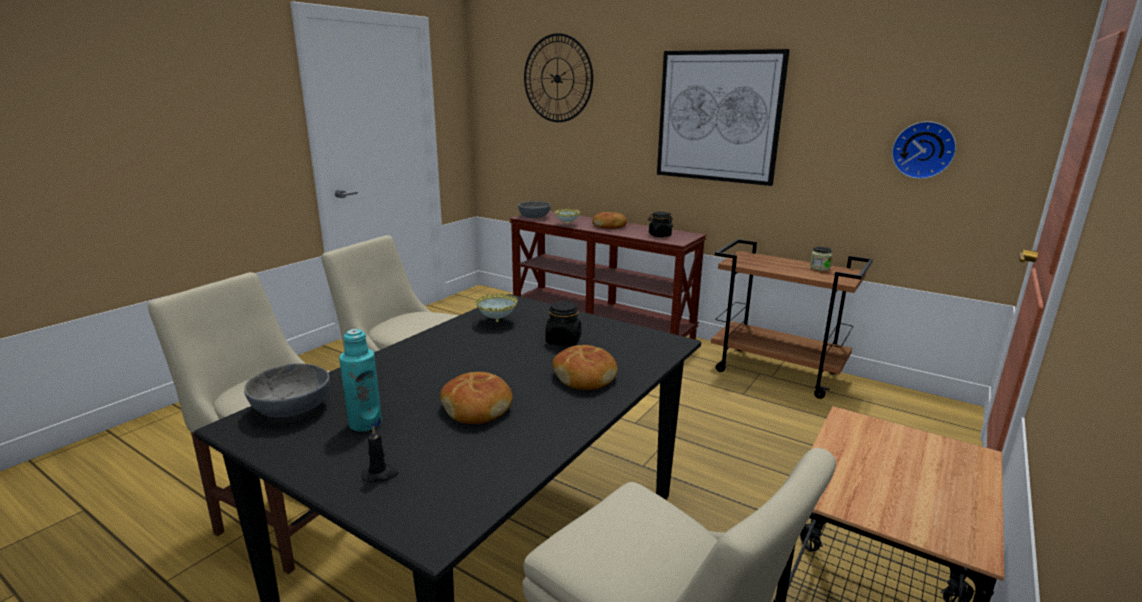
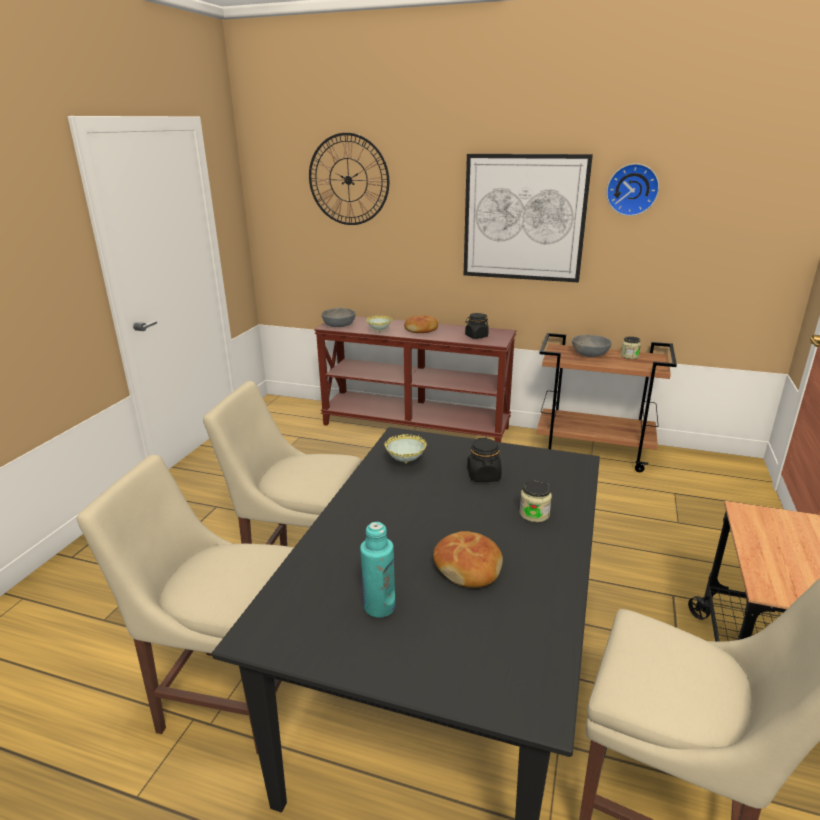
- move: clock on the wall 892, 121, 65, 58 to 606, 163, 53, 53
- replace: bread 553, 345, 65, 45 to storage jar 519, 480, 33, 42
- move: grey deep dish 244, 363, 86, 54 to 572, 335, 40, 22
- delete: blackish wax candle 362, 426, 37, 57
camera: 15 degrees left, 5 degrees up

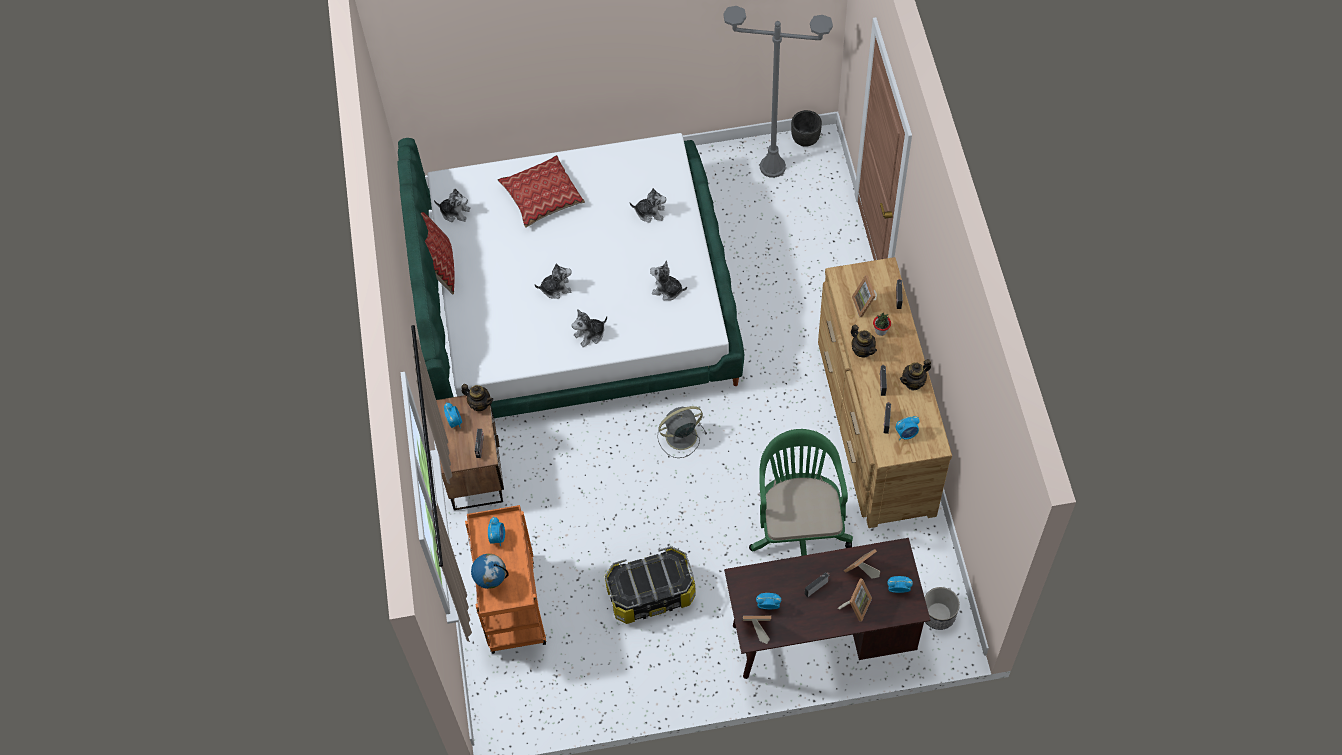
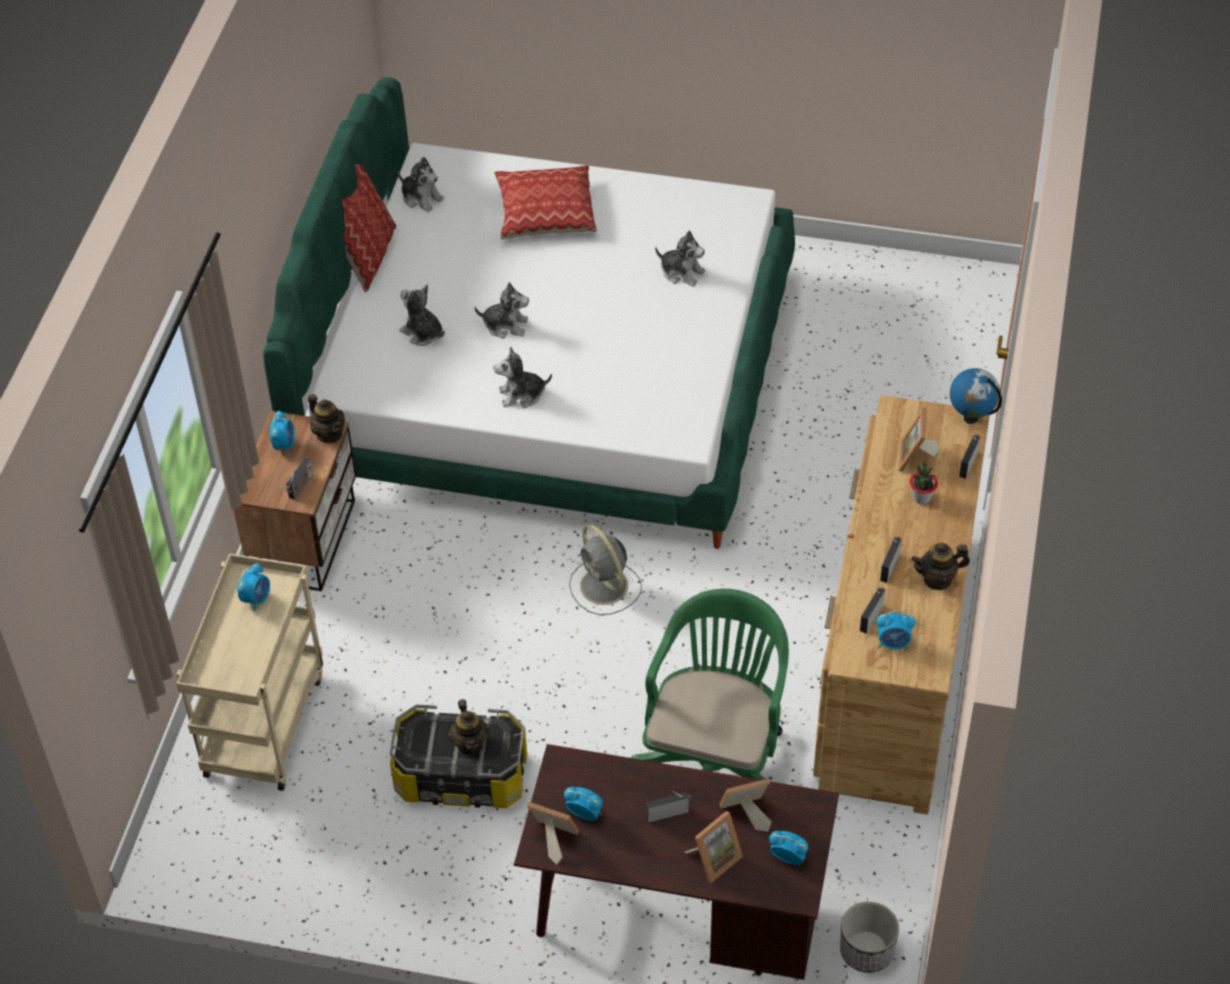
- delete: grey standing lamp 723, 6, 110, 172
- delete: blackish plant pot 791, 110, 31, 37
- move: plush toy 650, 260, 37, 41 to 400, 284, 45, 62
- move: tea pot 851, 324, 26, 33 to 449, 699, 40, 56
- rotate: grey cooling fan 657, 406, 50, 52 = 569, 525, 73, 90 120 degrees counterclockwise
- recolor: orange trolley 465, 505, 81, 149 to sand-coloured trolley 176, 553, 147, 238
- move: globe 471, 554, 38, 35 to 950, 368, 52, 56
camera: 20 degrees right, 10 degrees down

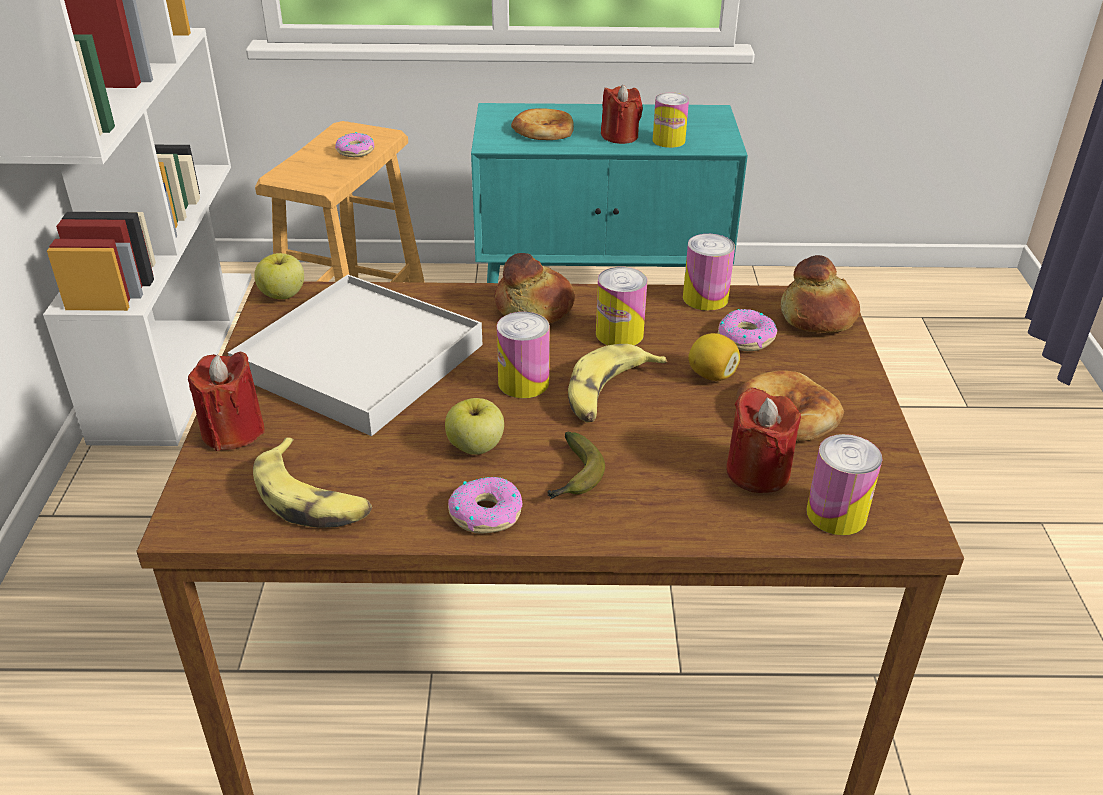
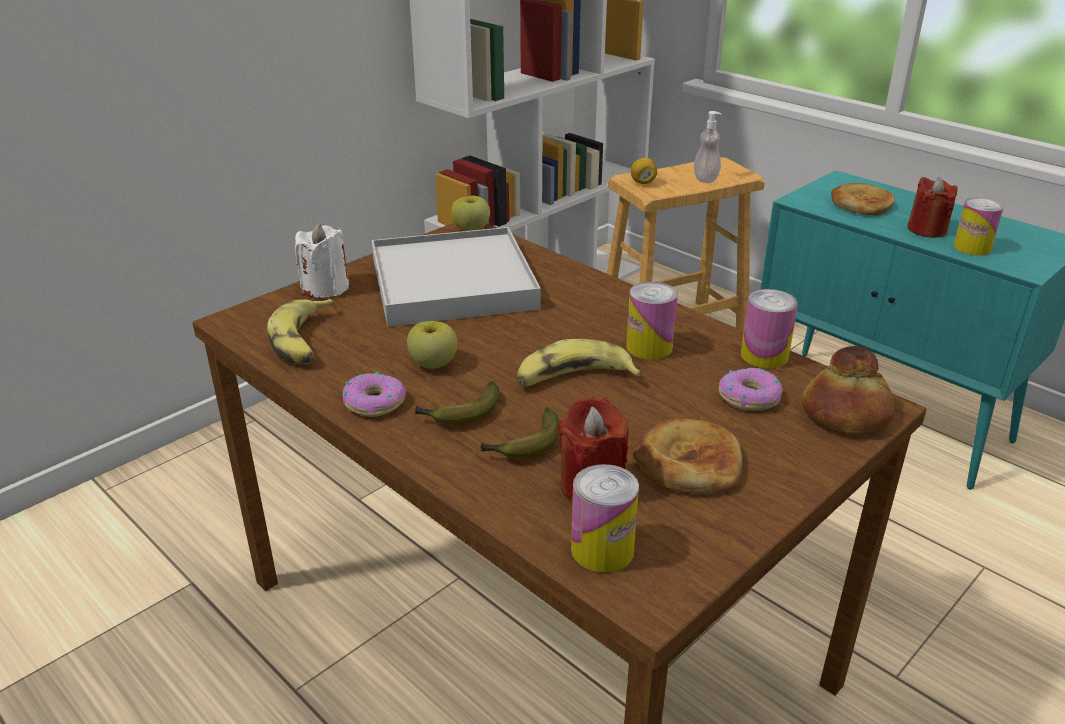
- replace: donut 335, 132, 39, 25 to soap bottle 694, 111, 27, 72
- delete: bread 494, 253, 81, 70
- delete: metal can 497, 312, 53, 86
- move: lemon 688, 333, 52, 48 to 631, 158, 26, 26
- recolor: red-coloured wax candle 188, 352, 77, 99 to whitish wax candle 295, 223, 54, 75
- insert: banana 480, 407, 79, 52
camera: 45 degrees right, 5 degrees down

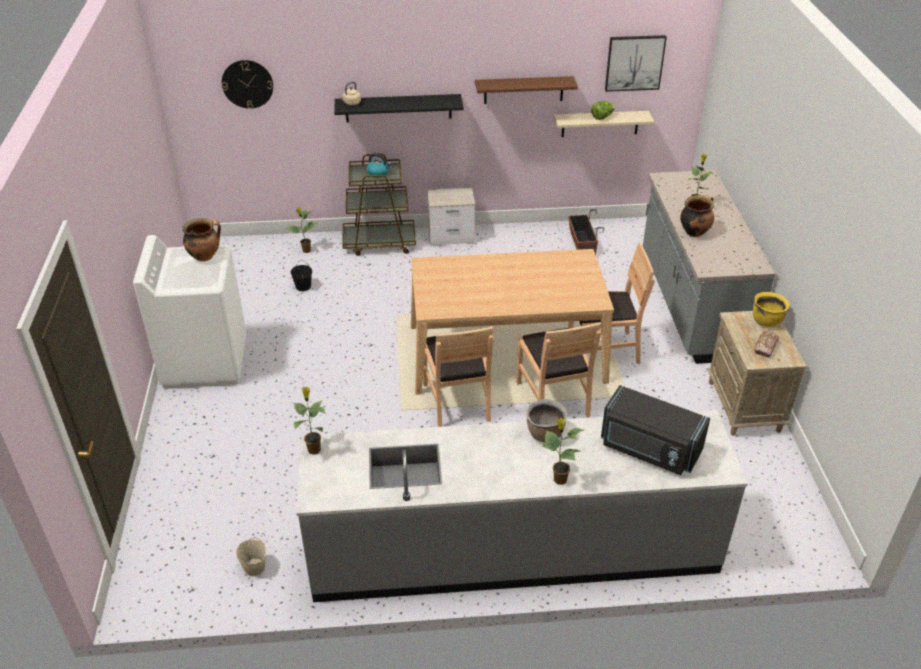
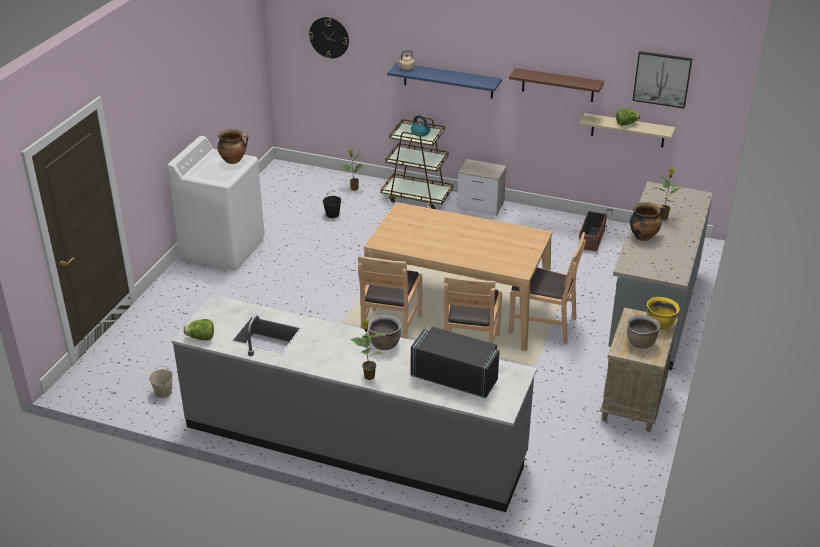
- recolor: blackish shelf 334, 94, 130, 29 to bluish shelf 387, 63, 115, 36
- replace: bread 755, 331, 24, 26 to brownish stockpot 626, 315, 34, 34
- rotate: blackish microwave 601, 385, 109, 90 = 411, 327, 88, 72 150 degrees clockwise
- delete: plant in a pot 294, 387, 32, 68
- insert: lettuce 183, 319, 31, 21
camera: 25 degrees right, 5 degrees down

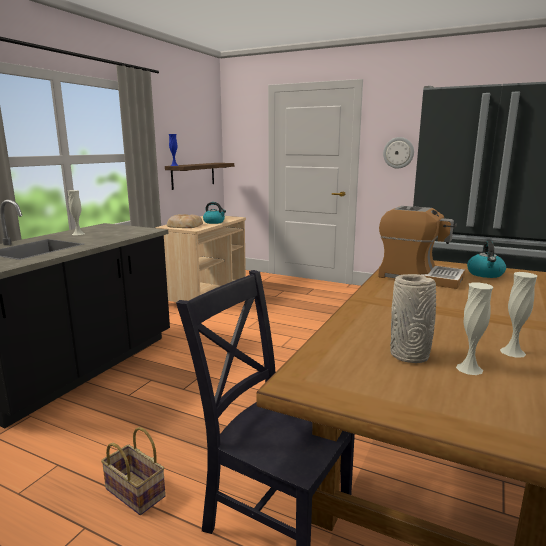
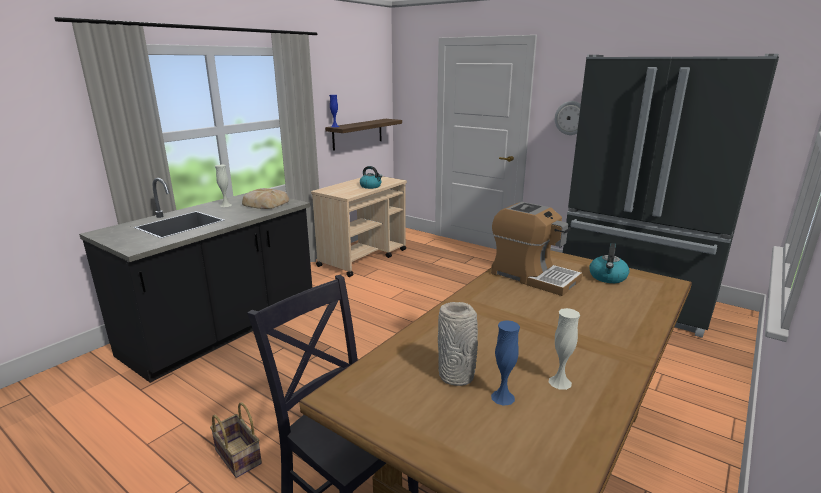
- move: bread 167, 214, 36, 14 to 242, 188, 47, 21
- recolor: whitish flower vase 456, 283, 37, 92 to bluish flower vase 491, 320, 29, 86
camera: 10 degrees right, 5 degrees up

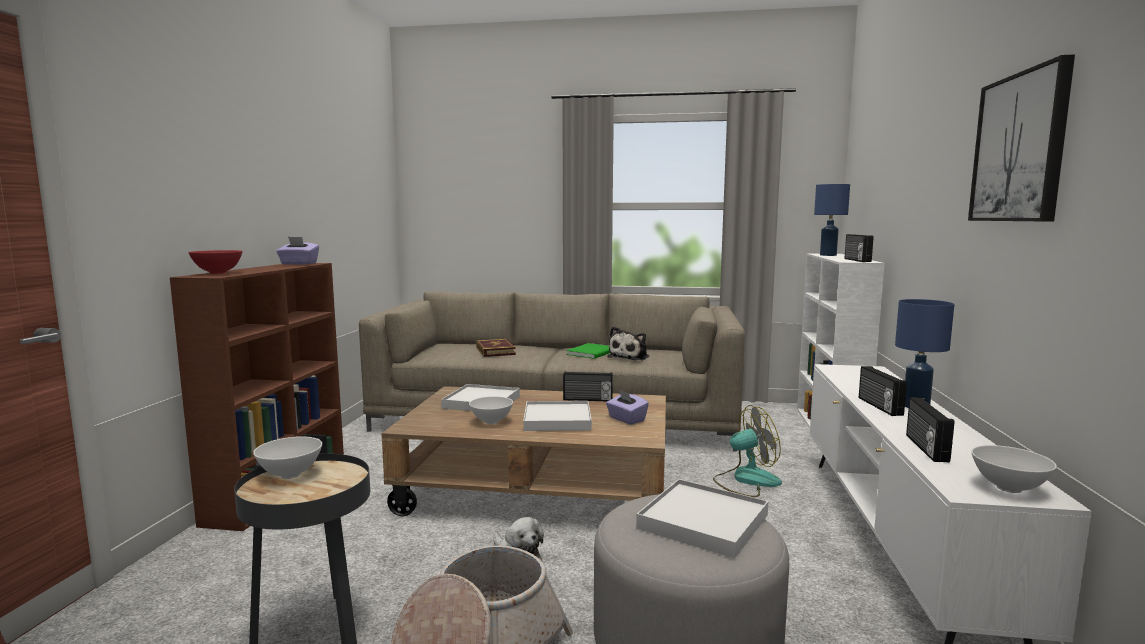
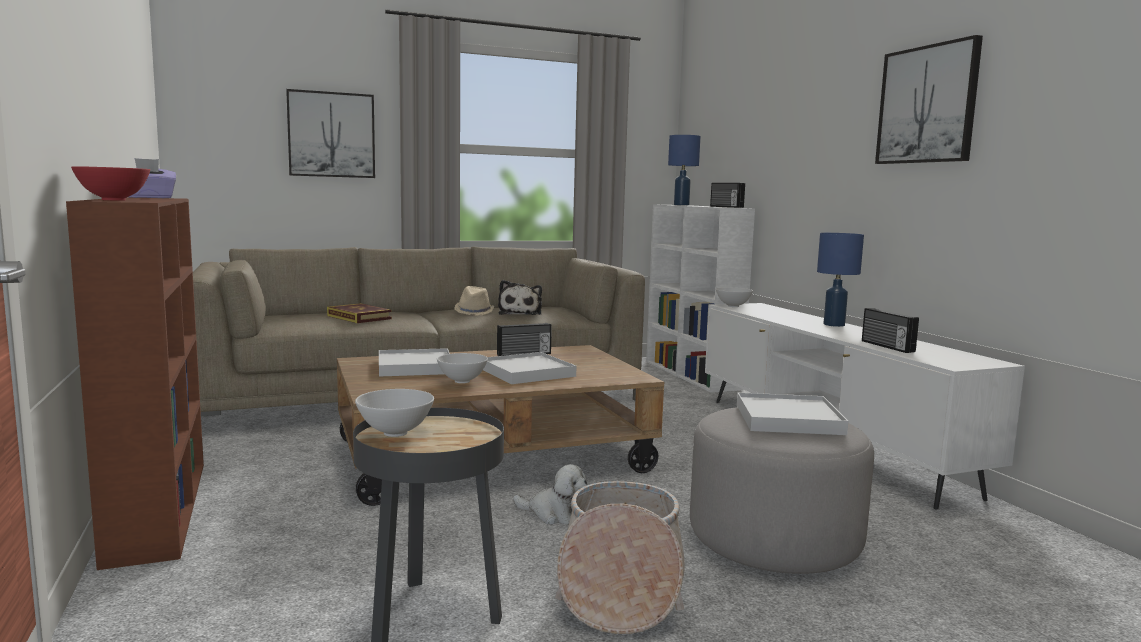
- replace: green-coloured book 566, 343, 44, 16 to sand-coloured clothing hat 454, 286, 40, 30
- delete: radio 859, 366, 48, 50
- delete: purplish tissue holder 606, 389, 43, 36
- delete: cooling fan 713, 405, 69, 92
- move: whitish deep dish 971, 445, 86, 48 to 716, 287, 37, 20
- insert: wall picture 286, 89, 89, 89
camera: 30 degrees left, 0 degrees up

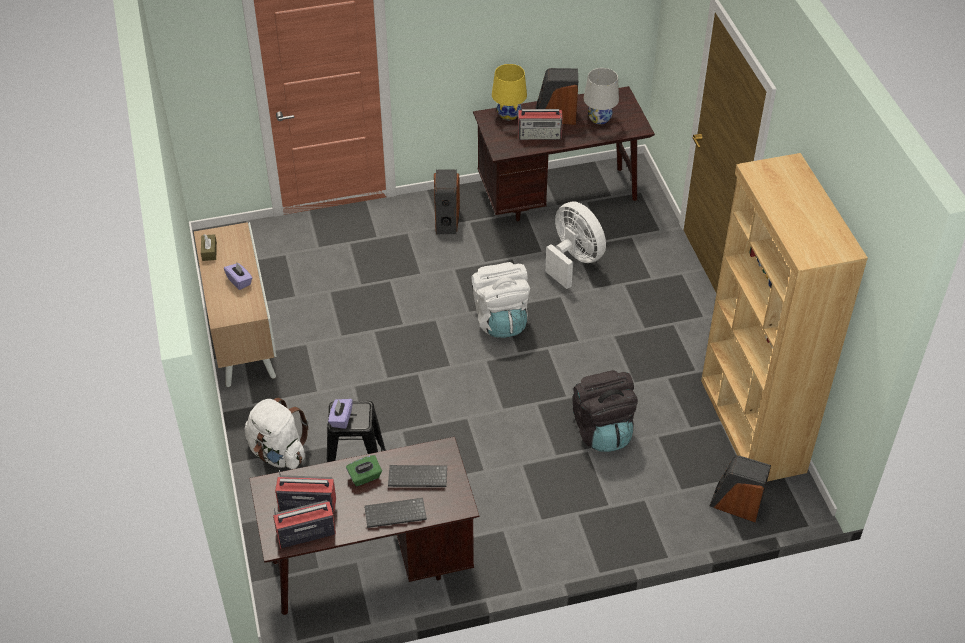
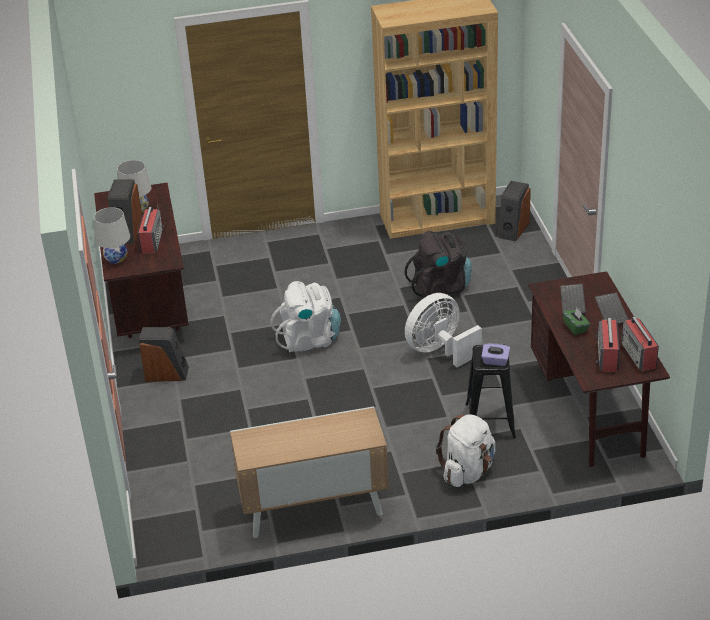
- recolor: yellow lamp for a table 492, 64, 35, 56 to whitish lamp for a table 94, 207, 36, 57
- move: whitish cooling fan 545, 202, 61, 87 to 405, 293, 77, 74
- delete: brownish tissue holder 201, 234, 16, 27
- delete: purplish tissue holder 224, 263, 28, 27
camera: 85 degrees left, 10 degrees down

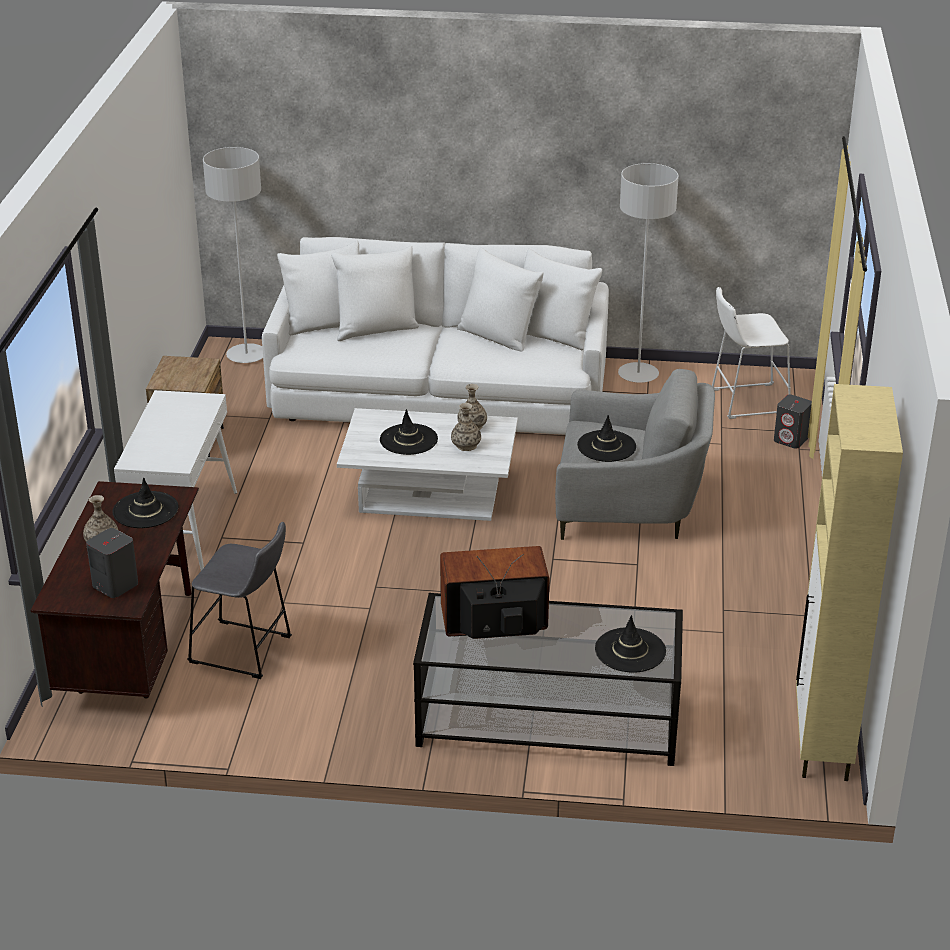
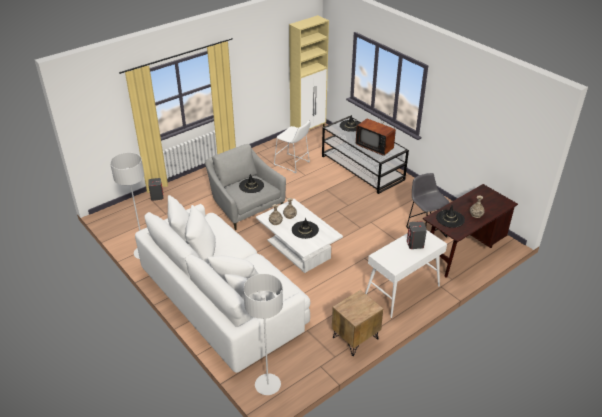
- move: whitish stool seat 712, 287, 79, 132 to 273, 120, 38, 53
- move: grey speaker 86, 528, 52, 70 to 407, 221, 20, 28
camera: 135 degrees left, 5 degrees up

